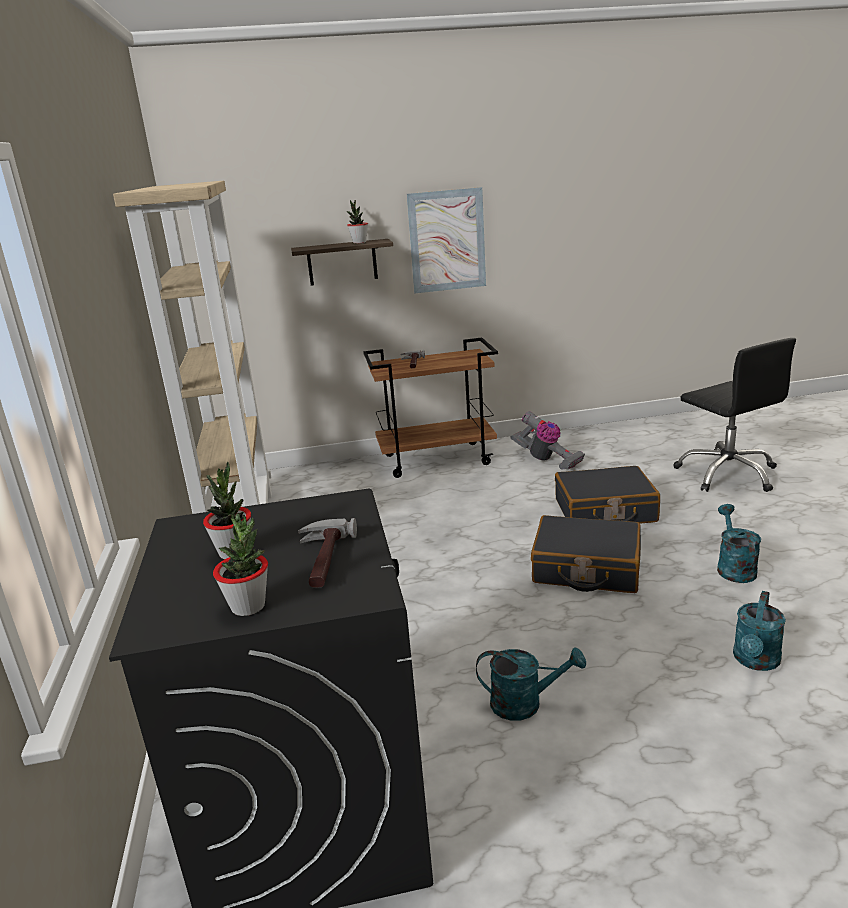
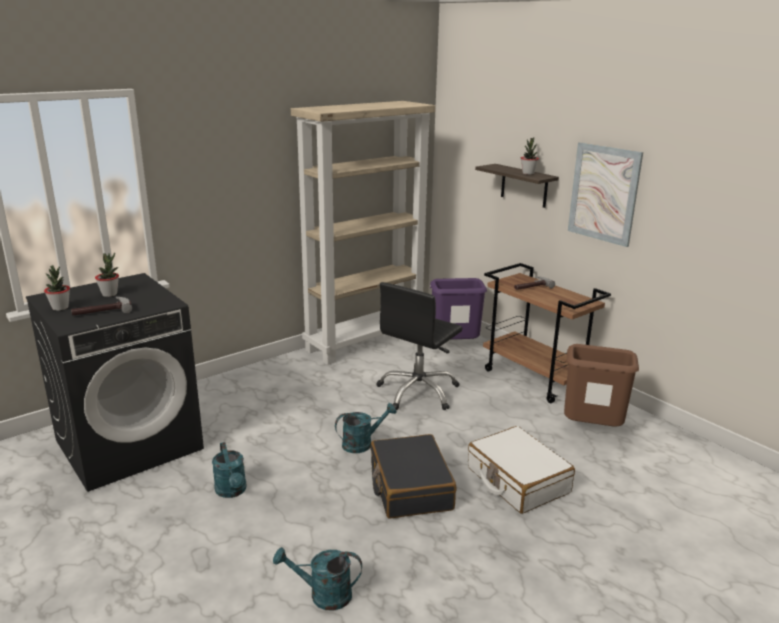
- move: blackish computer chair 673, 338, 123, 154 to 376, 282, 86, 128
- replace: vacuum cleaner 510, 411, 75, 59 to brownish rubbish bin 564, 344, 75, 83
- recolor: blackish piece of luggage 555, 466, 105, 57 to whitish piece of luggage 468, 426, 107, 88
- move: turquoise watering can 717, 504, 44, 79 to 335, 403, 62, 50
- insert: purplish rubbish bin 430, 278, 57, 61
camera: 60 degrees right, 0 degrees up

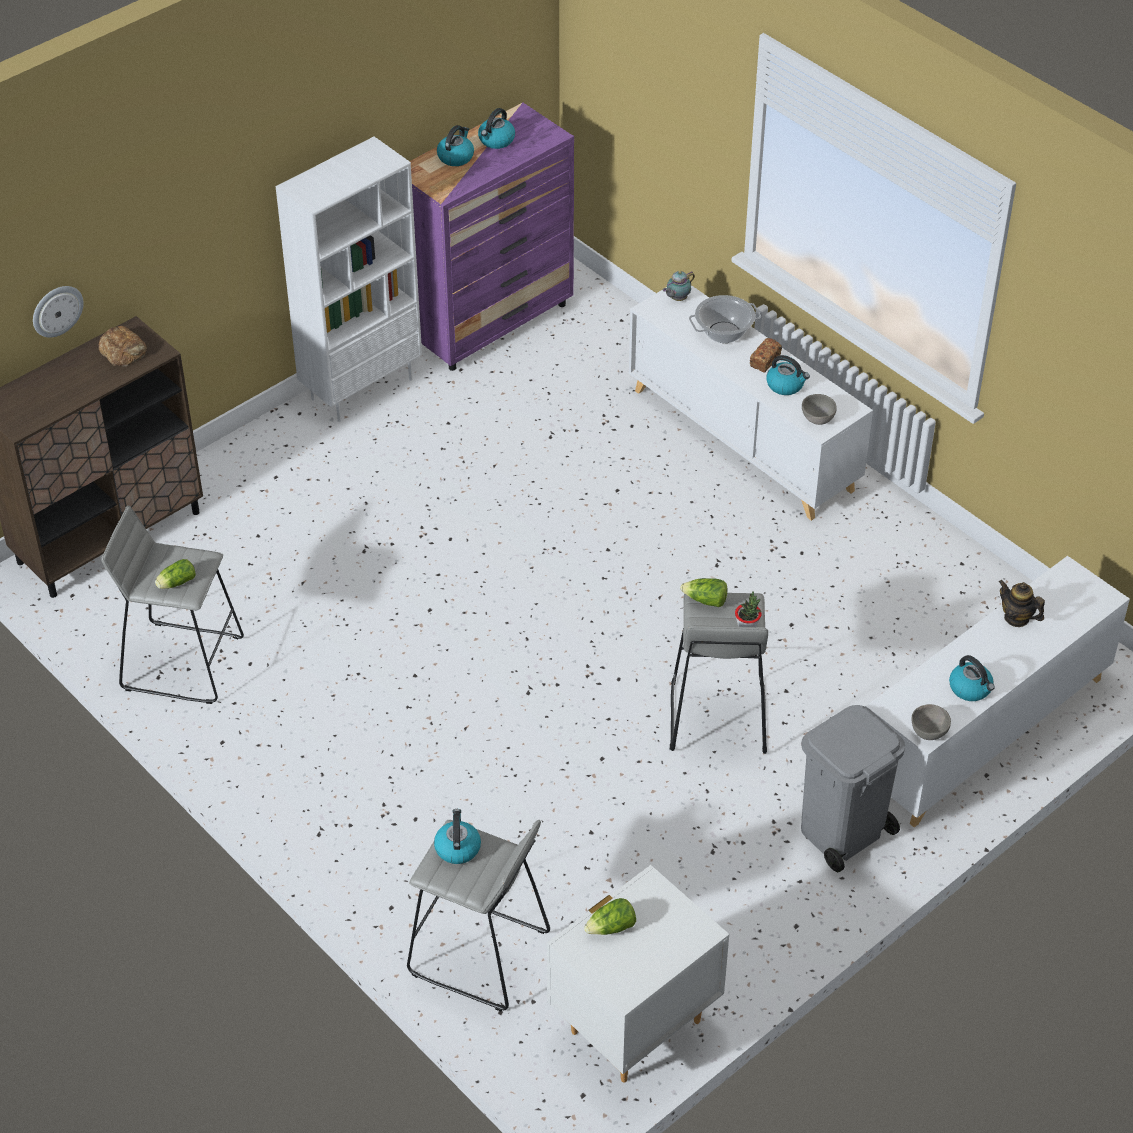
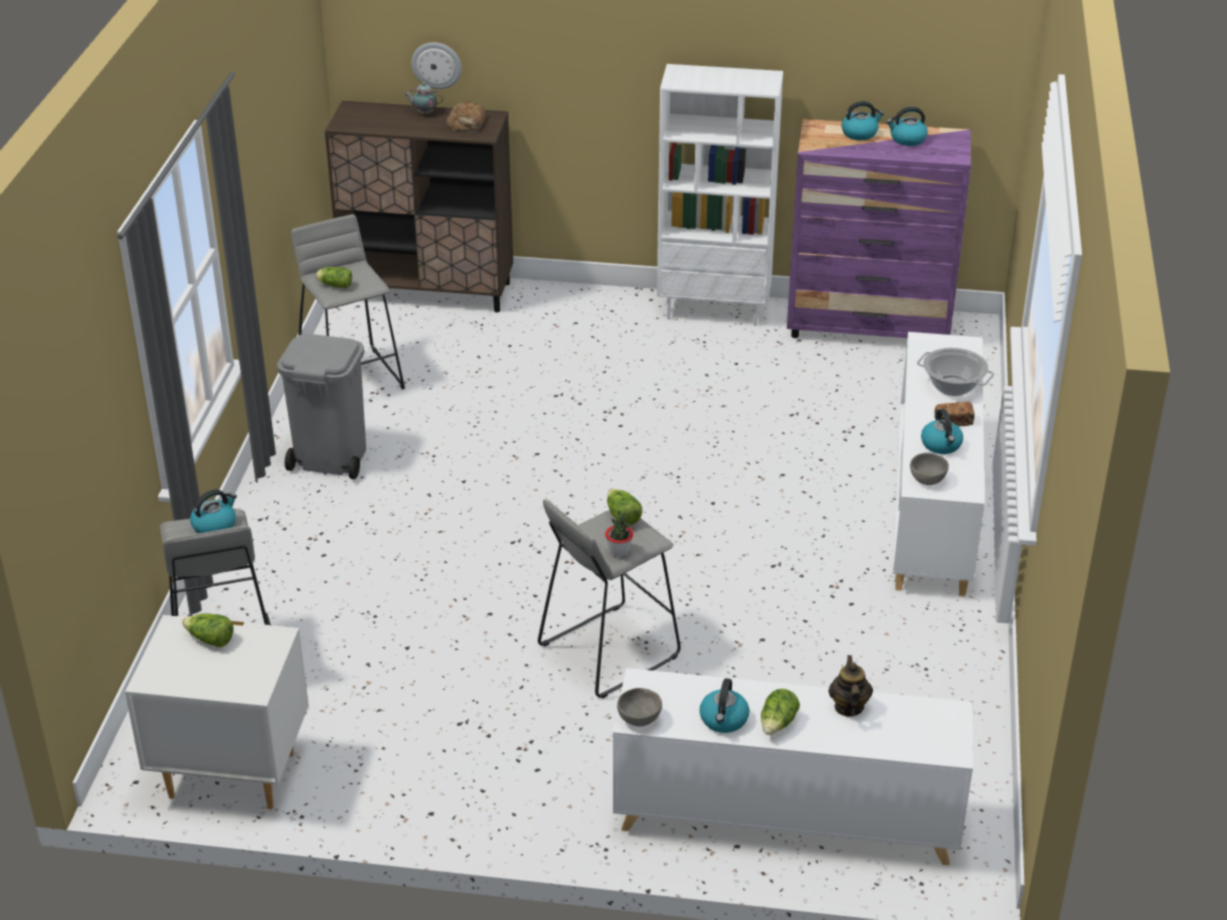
- move: tea pot 663, 271, 32, 30 to 404, 82, 39, 32
- move: grey rubbish bin 801, 705, 104, 167 to 277, 334, 89, 145
- insert: lettuce 761, 689, 39, 46
camera: 50 degrees right, 10 degrees down

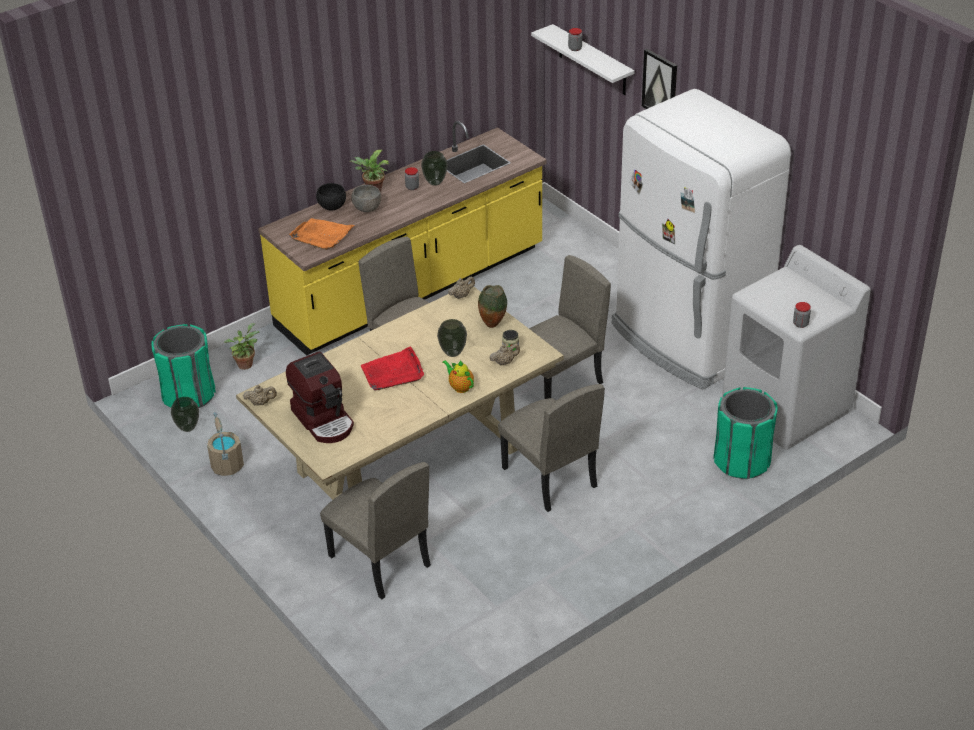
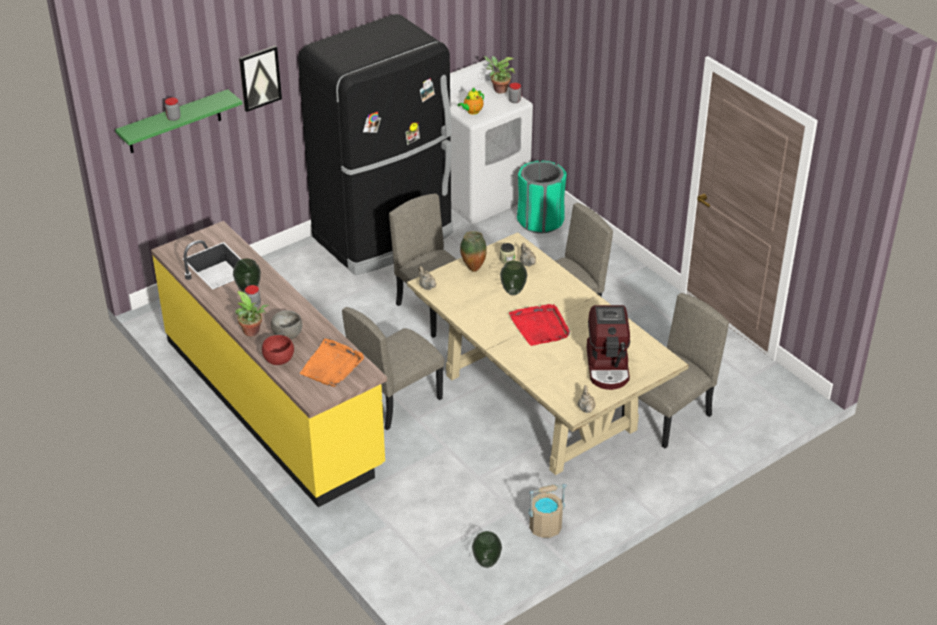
- recolor: whitish shelf 531, 24, 103, 71 to green-coloured shelf 115, 89, 127, 64
- recolor: whitish fridge 612, 89, 179, 300 to blackish fridge 298, 14, 155, 261
- recolor: blackish deep dish 316, 183, 30, 28 to red-coloured deep dish 262, 335, 32, 30
- move: plant in a pot 224, 323, 35, 47 to 483, 56, 32, 38
- delete: green-coloured rubbish bin 152, 324, 63, 84
- rotate: coffee machine 286, 352, 68, 91 = 587, 305, 43, 85 120 degrees clockwise
- move: tea pot 443, 360, 31, 33 to 458, 88, 26, 27
camera: 90 degrees left, 0 degrees up

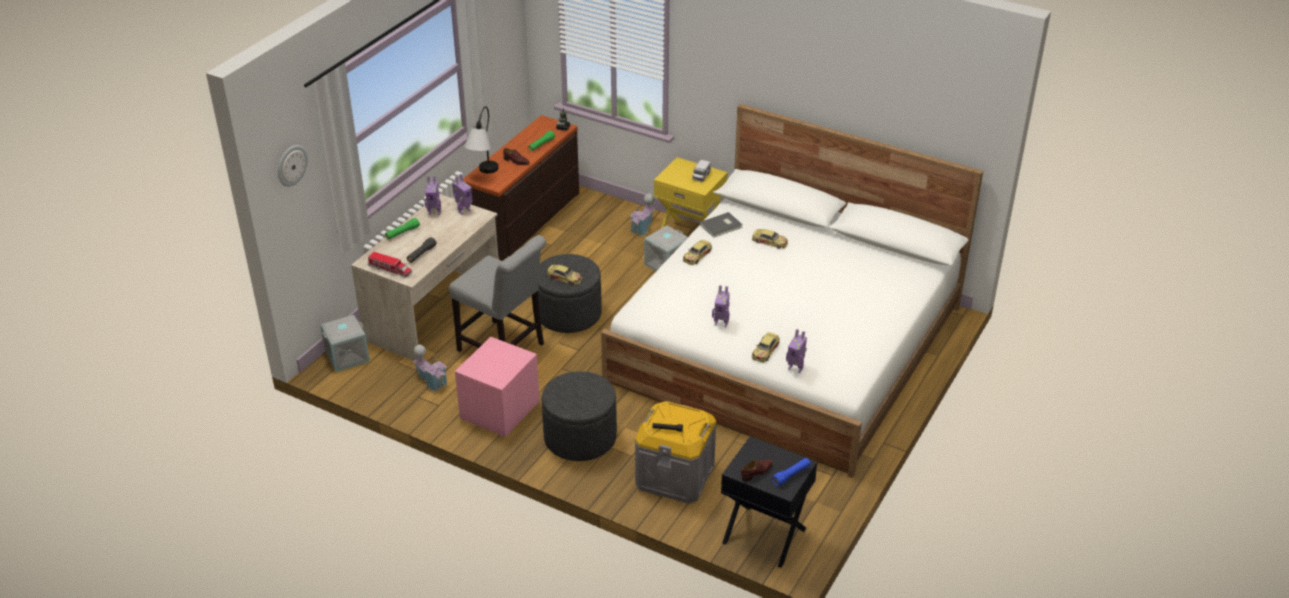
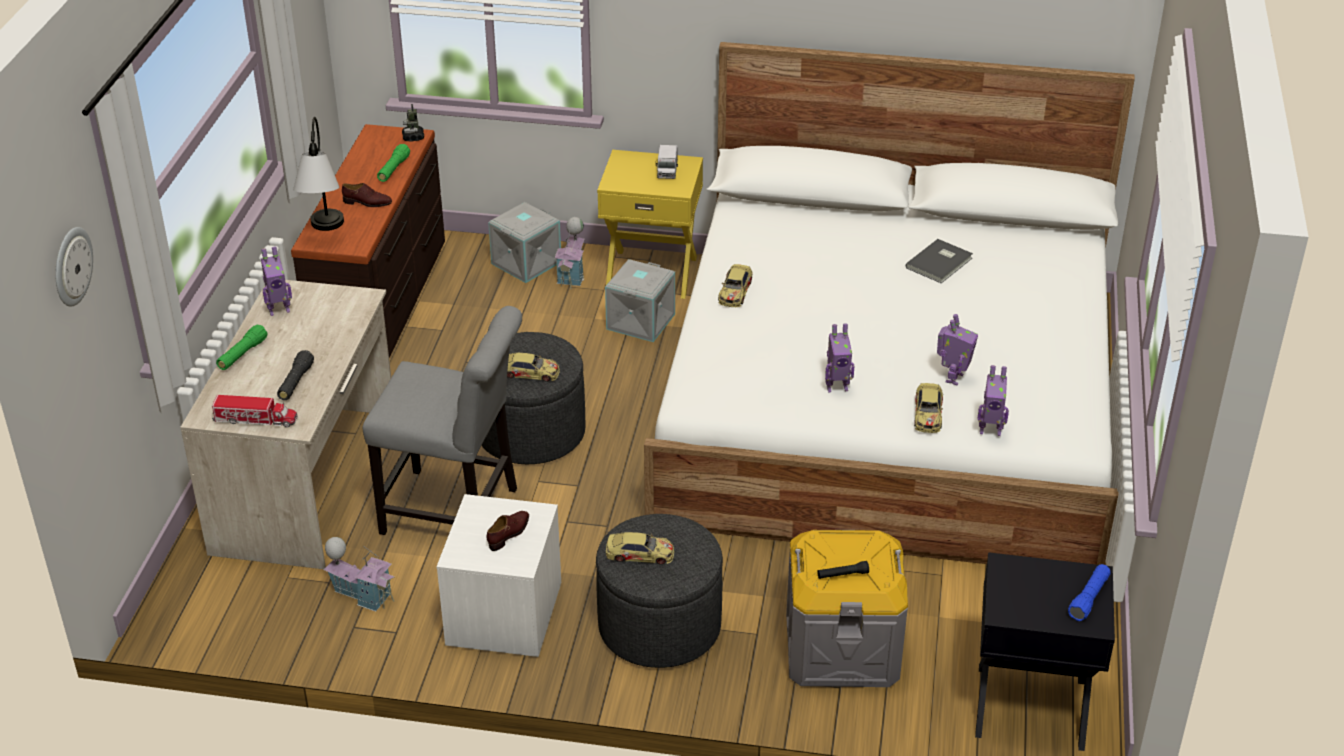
- move: toy robot 452, 174, 20, 41 to 937, 314, 41, 71
- move: grey book 700, 212, 43, 26 to 906, 239, 67, 44
- move: miniature car 752, 229, 36, 20 to 606, 532, 68, 33
- move: grey storage bin 320, 315, 50, 57 to 488, 202, 73, 81
- recolor: pink night table 455, 337, 85, 100 to whitish night table 436, 494, 125, 163
- move: brownish low shoe 741, 460, 32, 21 to 486, 511, 43, 40
camera: 20 degrees left, 0 degrees up

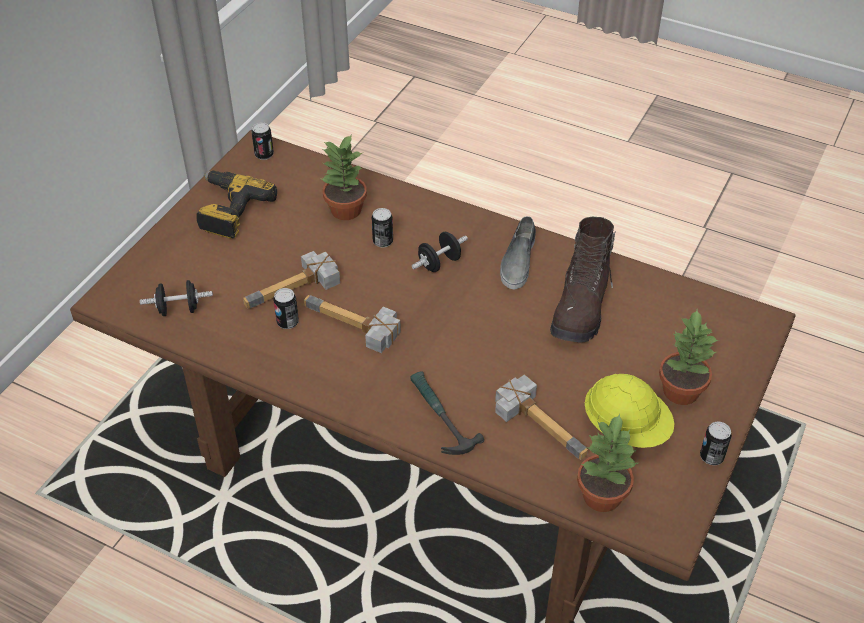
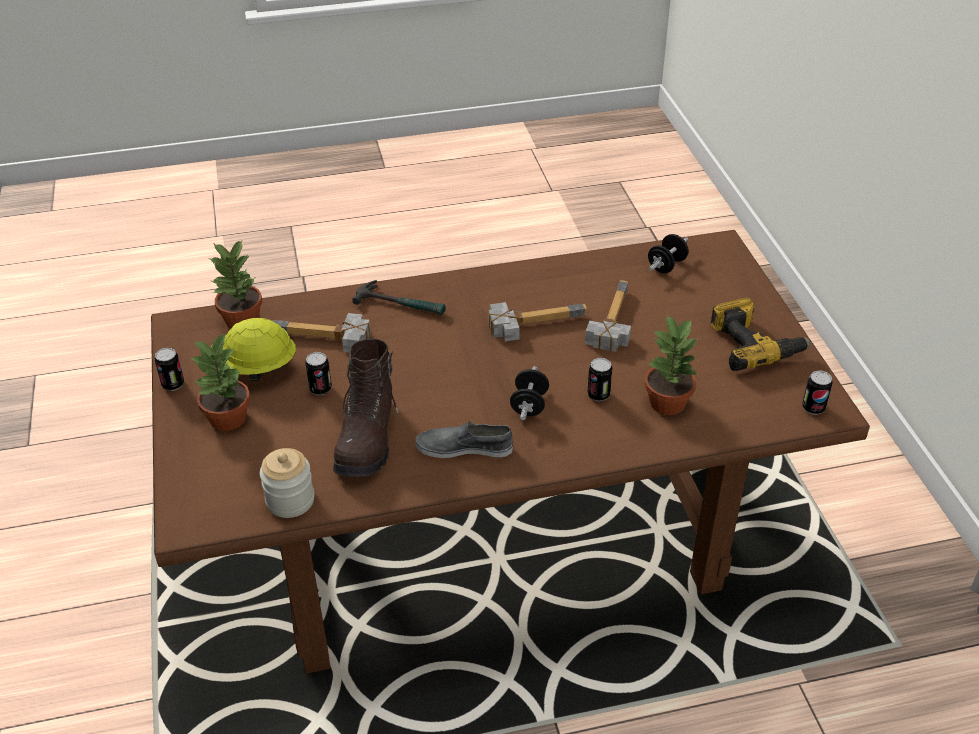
- rotate: grey low shoe 500, 216, 36, 73 = 415, 421, 98, 37 60 degrees counterclockwise
- rotate: brownish tall boot 550, 217, 66, 126 = 333, 339, 65, 138 150 degrees counterclockwise
- move: metal can 273, 288, 26, 41 to 305, 352, 27, 43
- insert: storage jar 260, 448, 54, 70
camera: 140 degrees right, 5 degrees down

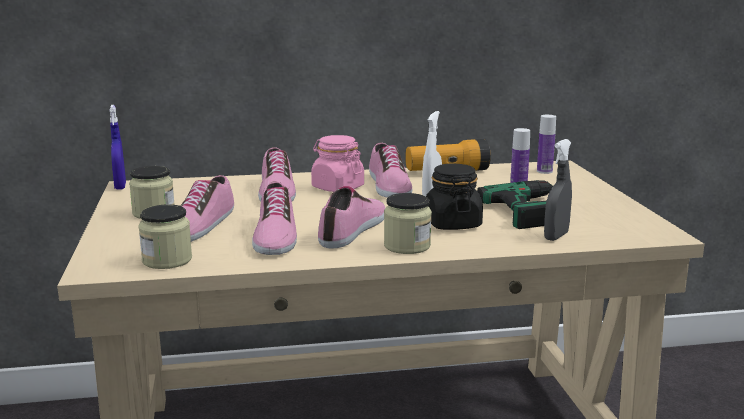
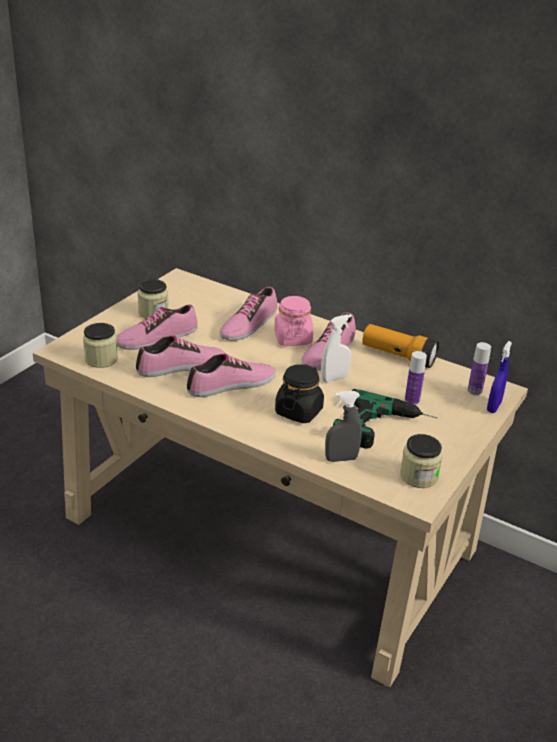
- move: bluish hand sprayer 109, 105, 17, 85 to 487, 341, 25, 72
- rotate: low shoe 252, 181, 45, 74 = 136, 336, 90, 41 150 degrees counterclockwise
- move: storage jar 384, 193, 48, 61 to 400, 434, 43, 54
camera: 40 degrees right, 15 degrees up

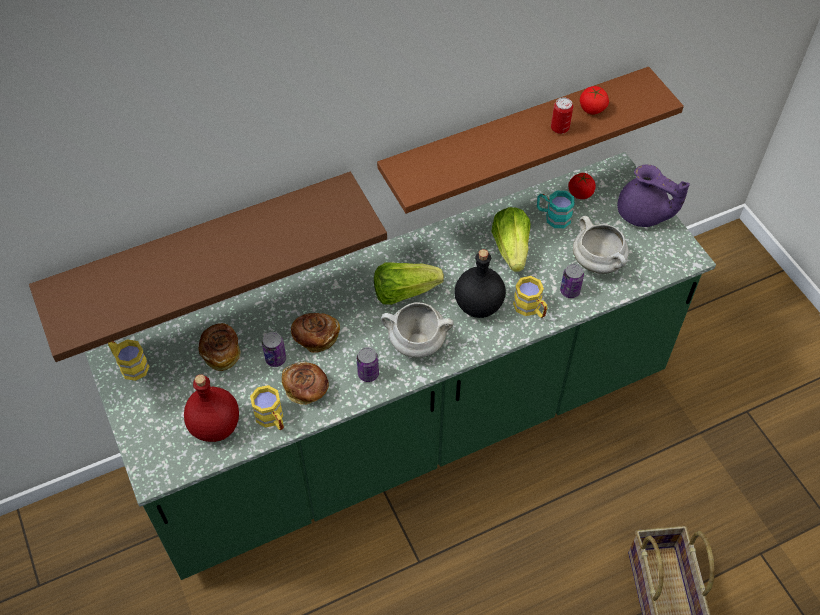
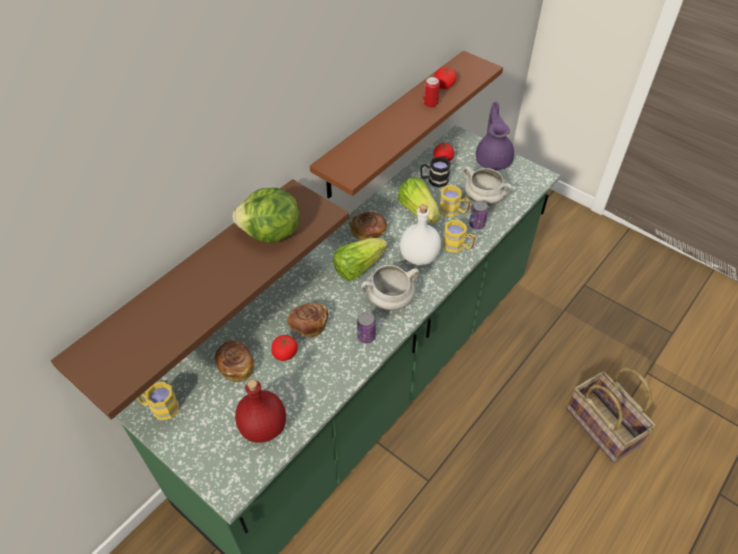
- rotate: purplish tea pot 617, 165, 73, 62 = 476, 102, 38, 68 105 degrees counterclockwise
- recolor: turquoise coffee mug 537, 191, 38, 37 to blackish coffee mug 420, 157, 31, 31
- recolor: blackish beverage bottle 454, 249, 52, 69 to whitish beverage bottle 400, 204, 41, 62
- replace: metal can 262, 332, 24, 35 to tomato 271, 335, 27, 26
- move: bread 282, 362, 47, 43 to 349, 212, 38, 29
- move: yellow coffee mug 250, 385, 34, 45 to 439, 185, 31, 32
- insert: lettuce 233, 188, 66, 55
camera: 25 degrees left, 5 degrees down

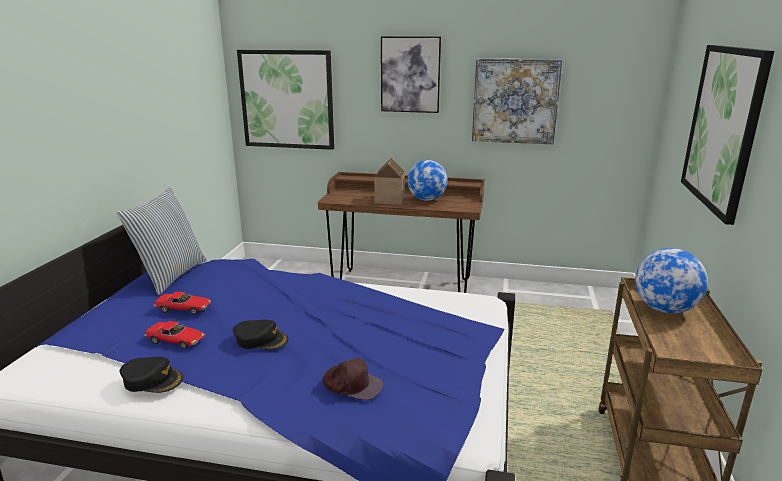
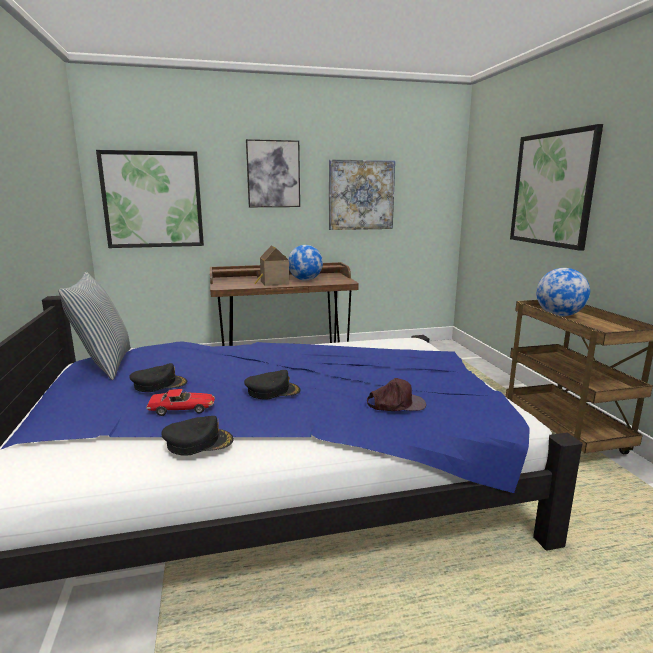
- replace: miniature car 153, 292, 58, 22 to blackish peaked cap 129, 363, 58, 29
camera: 25 degrees left, 5 degrees down

